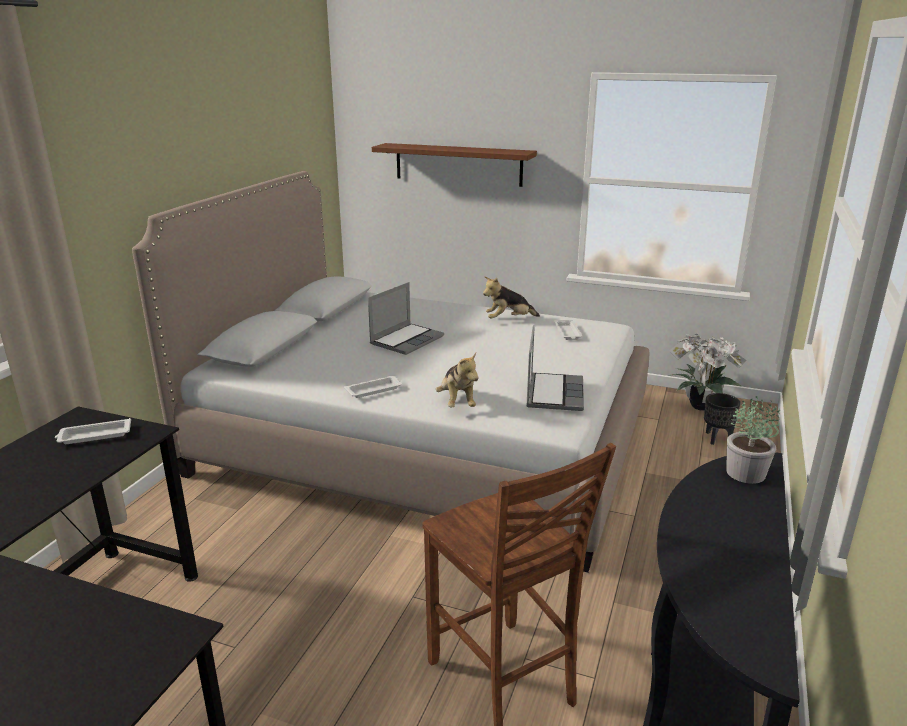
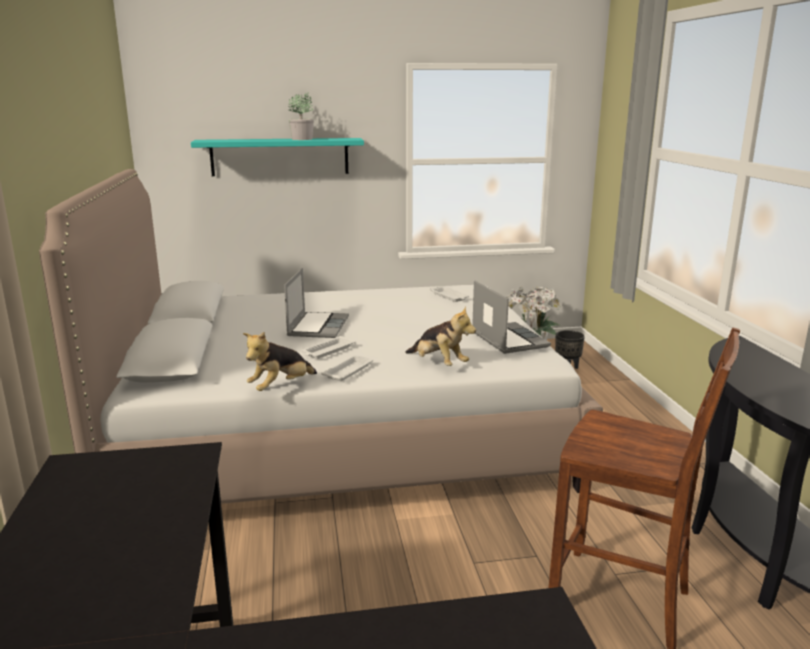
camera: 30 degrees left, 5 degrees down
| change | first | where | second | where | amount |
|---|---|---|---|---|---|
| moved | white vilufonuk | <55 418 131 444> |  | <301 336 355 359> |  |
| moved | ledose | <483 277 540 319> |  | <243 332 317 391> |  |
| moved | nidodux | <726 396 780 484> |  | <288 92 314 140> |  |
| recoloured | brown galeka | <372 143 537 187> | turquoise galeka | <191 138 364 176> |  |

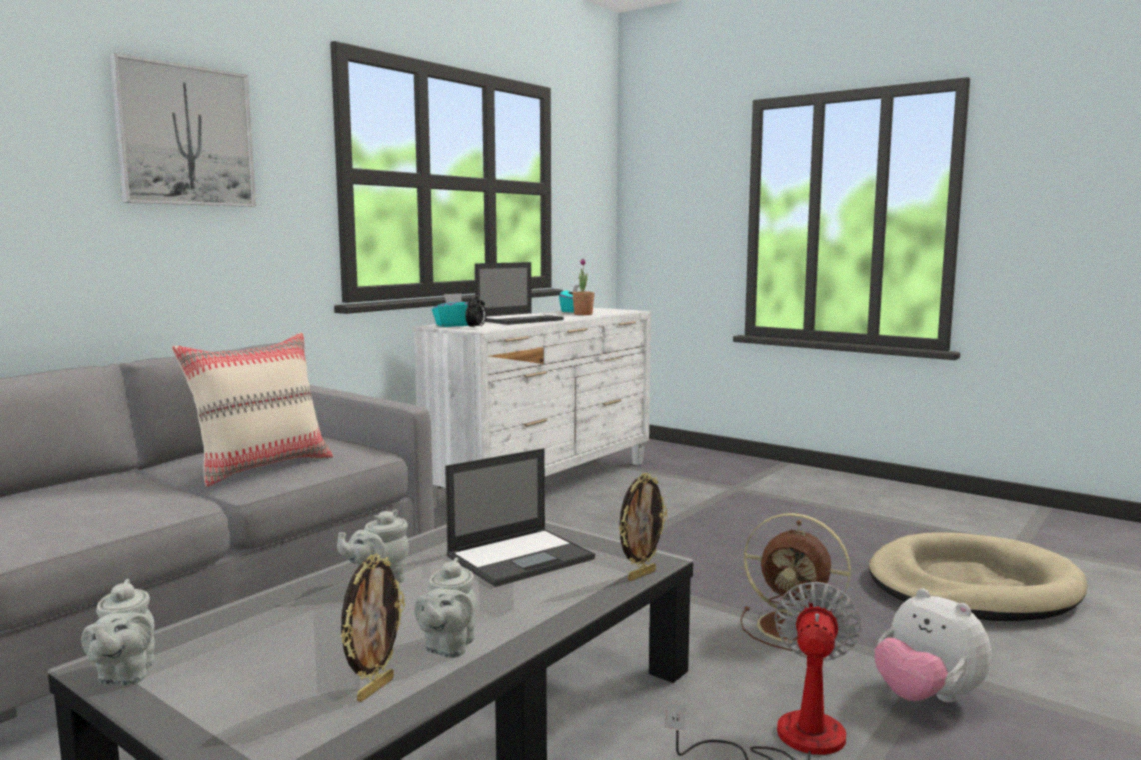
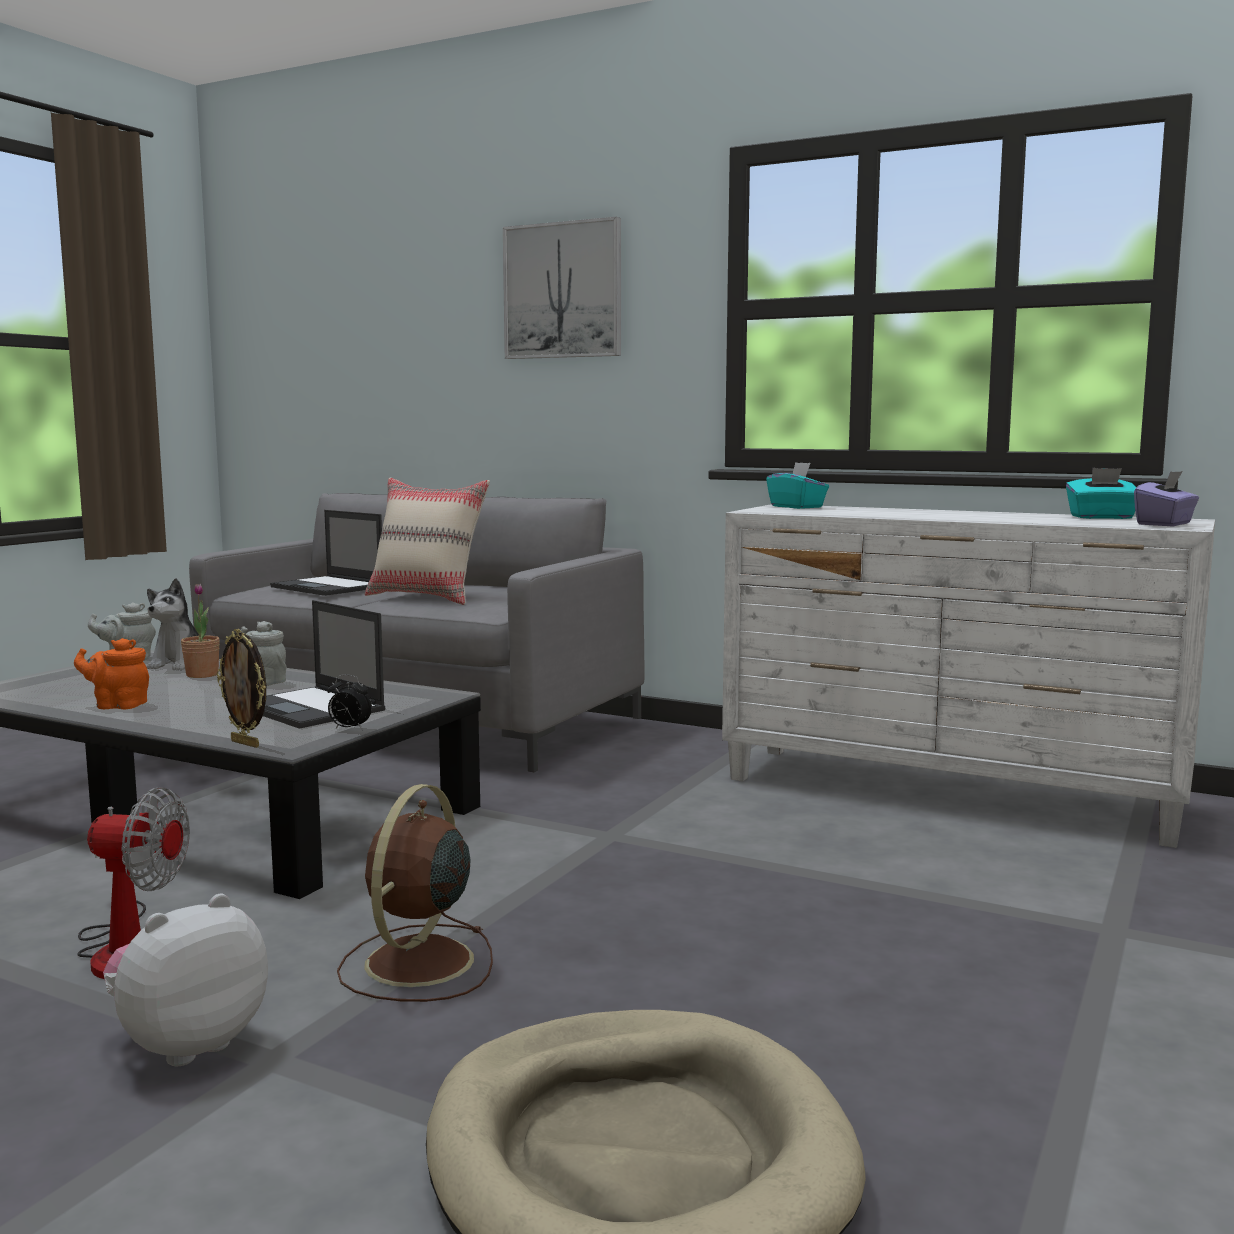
camera: 80 degrees right, 0 degrees up
| change | first | where | second | where | amount |
|---|---|---|---|---|---|
| removed | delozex | <341 554 405 702> |  |  |  |
| added |  |  | ledose | <147 578 207 671> |  |
| added |  |  | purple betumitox | <1134 471 1199 527> |  |
| moved | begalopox | <465 295 486 329> |  | <327 675 372 730> |  |
| moved | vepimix | <475 262 564 325> |  | <270 510 382 596> |  |
| moved | nidodux | <572 258 594 315> |  | <181 584 220 678> |  |
| recoloured | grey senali | <414 558 476 658> | orange senali | <74 638 149 709> |  |

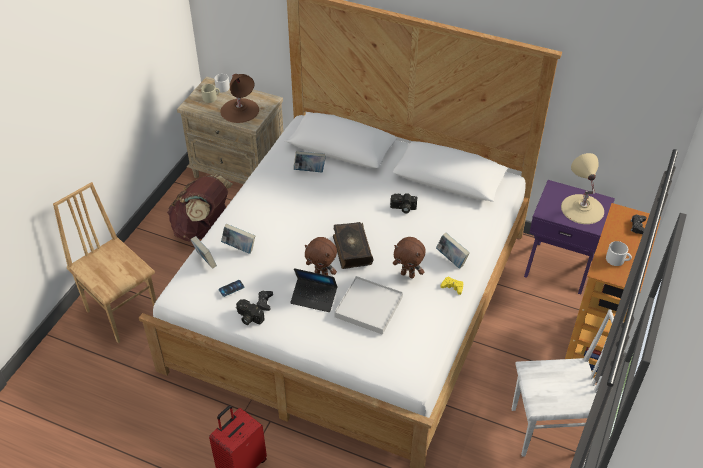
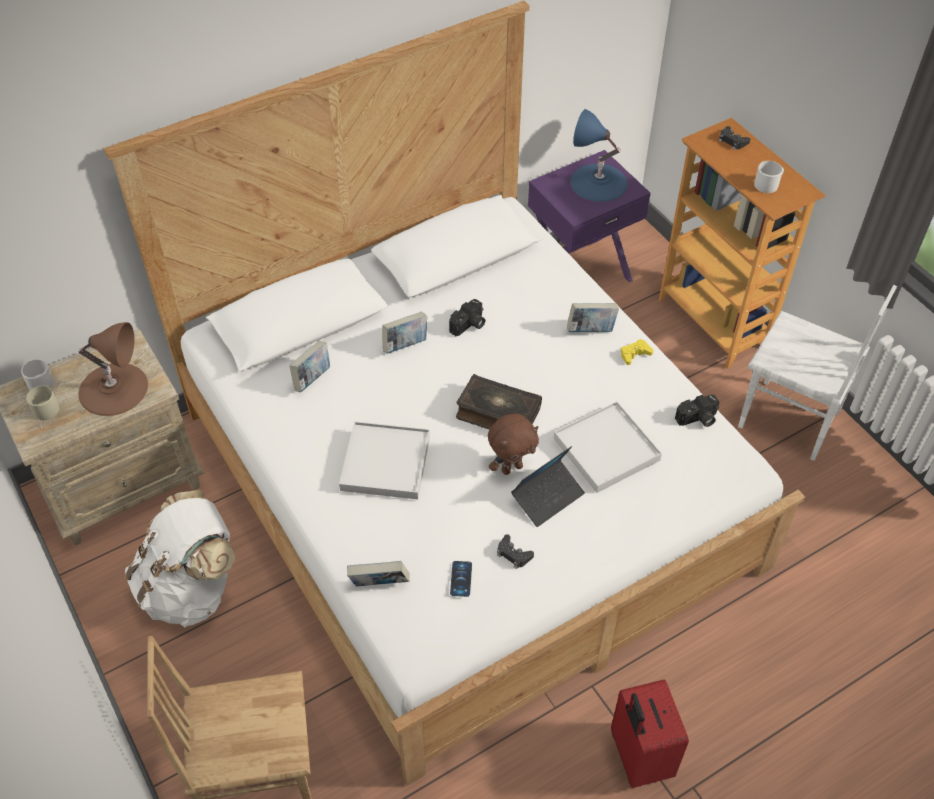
camera: 55 degrees left, 5 degrees up
| change | first | where | second | where | amount |
|---|---|---|---|---|---|
| removed | brown ledose | <393 237 426 278> |  |  |  |
| added |  |  | white vilufonuk | <339 421 430 499> |  |
| moved | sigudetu | <221 224 255 254> |  | <382 312 427 354> |  |
| moved | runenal | <236 299 265 325> |  | <675 395 719 427> |  |
| recoloured | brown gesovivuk | <167 174 232 242> | white gesovivuk | <125 490 235 627> |  |
| recoloured | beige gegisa | <561 153 604 224> | blue gegisa | <570 109 628 202> |  |
| turned | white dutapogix | <512 310 625 457> |  | <738 285 897 461> | 90 degrees clockwise |

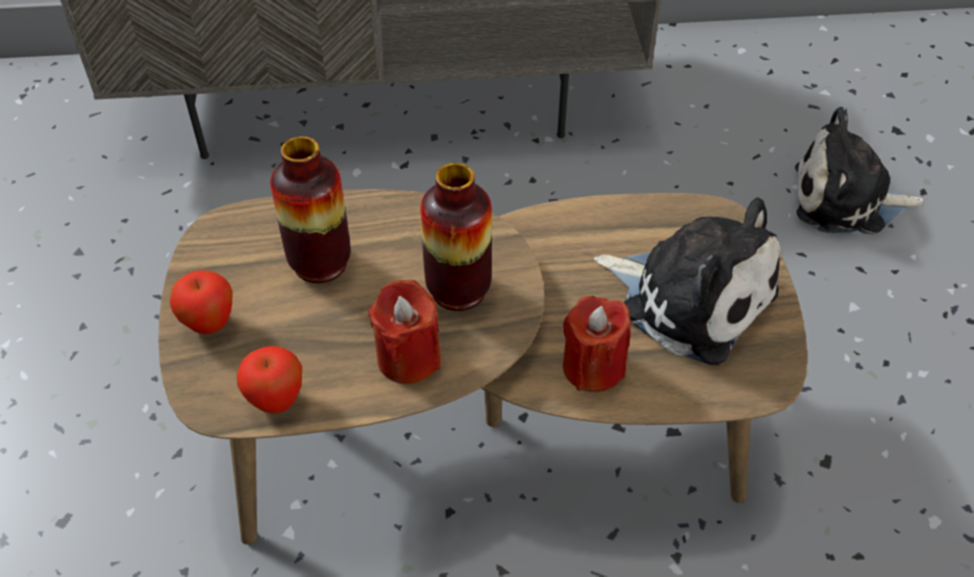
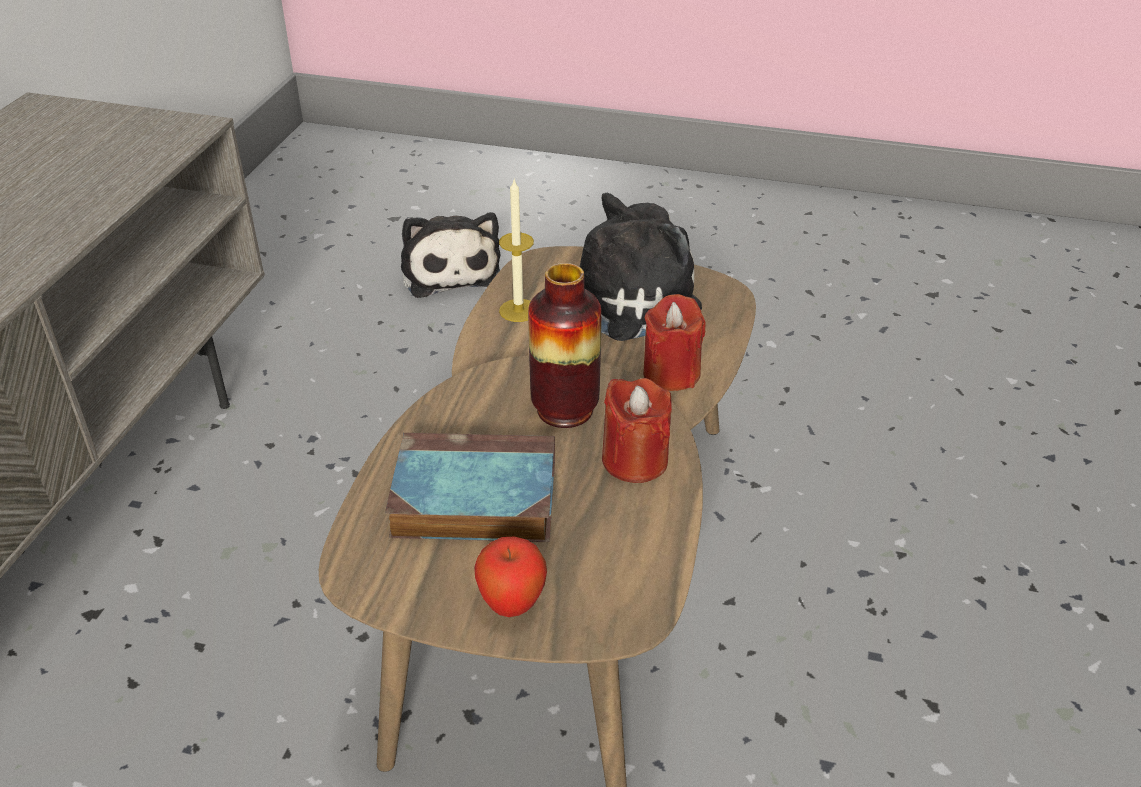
camera: 70 degrees left, 10 degrees down
| change | first | where | second | where | amount |
|---|---|---|---|---|---|
| removed | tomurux | <237 346 302 413> |  |  |  |
| added |  |  | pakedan | <499 180 534 322> |  |
| replaced | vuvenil | <270 136 351 283> | sigudetu | <385 433 555 542> |  |
| turned | ledose | <795 107 923 234> |  | <401 212 500 298> | 45 degrees counterclockwise |

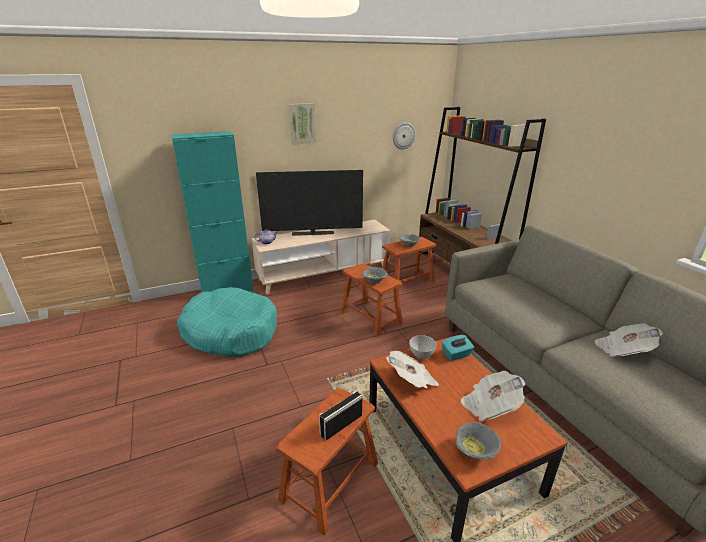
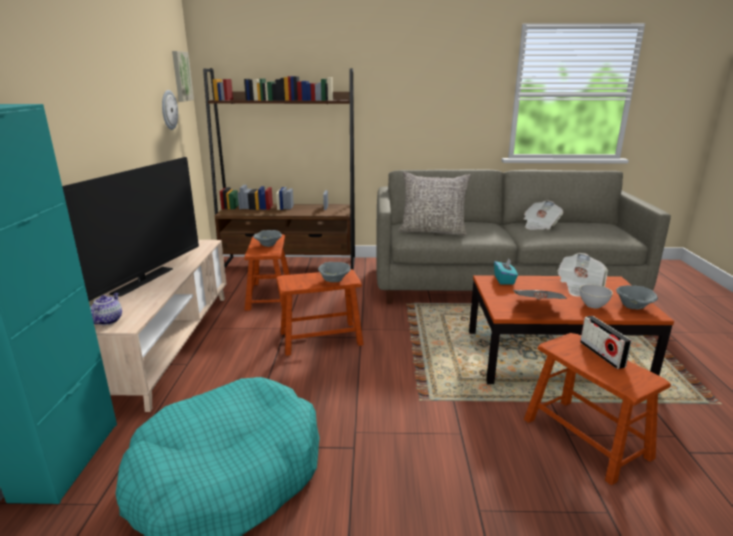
camera: 65 degrees left, 5 degrees down
| change | first | where | second | where | amount |
|---|---|---|---|---|---|
| added |  |  | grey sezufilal | <398 172 471 236> |  |
| moved | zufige | <289 103 316 145> |  | <172 51 194 102> |  |
| moved | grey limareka | <409 335 437 359> |  | <580 284 613 309> |  |

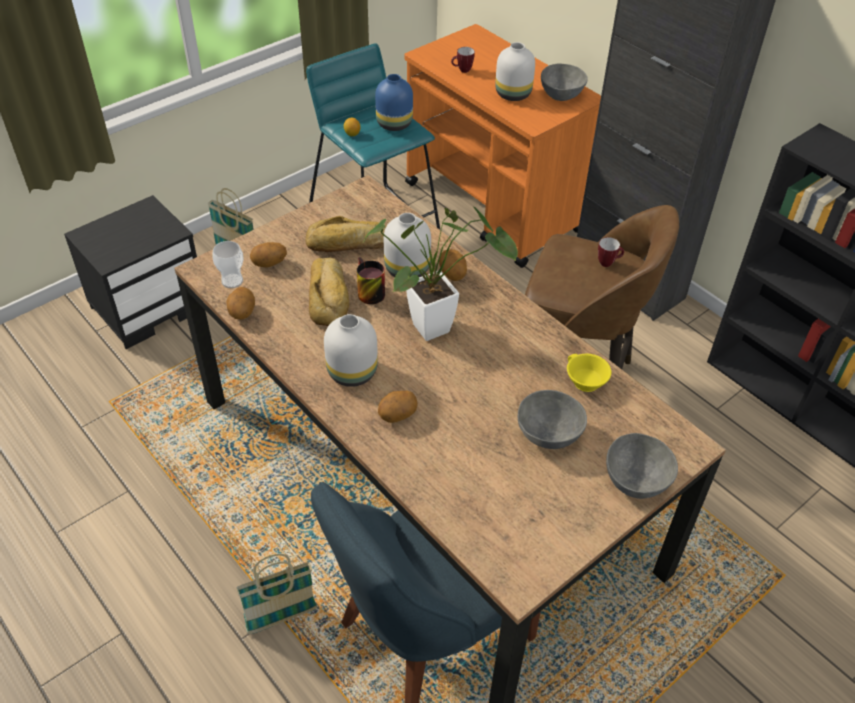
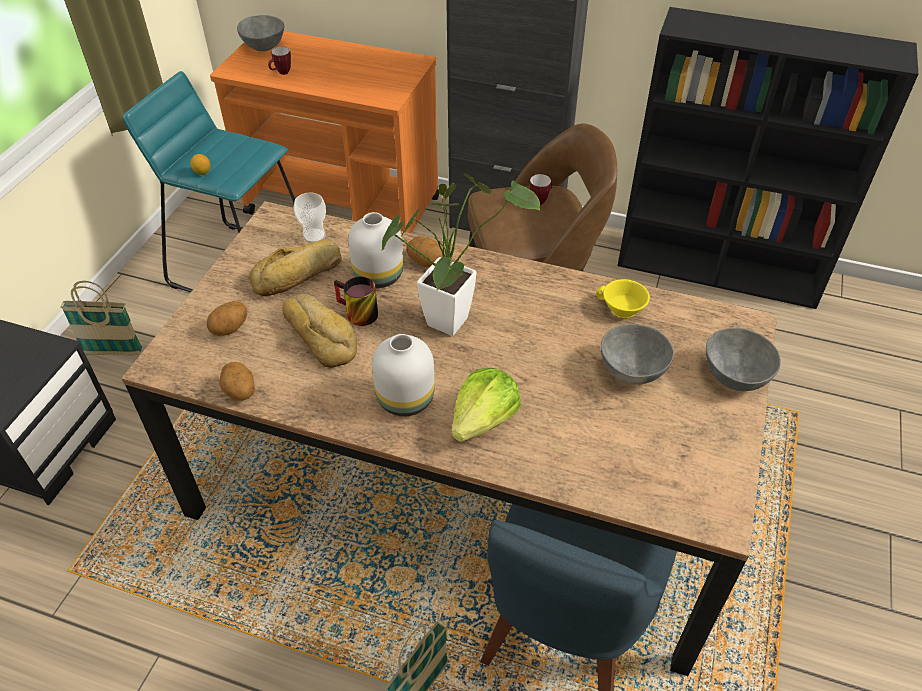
camera: 30 degrees left, 0 degrees up
| change | first | where | second | where | amount |
|---|---|---|---|---|---|
| removed | blue vuvenil | <375 74 413 131> |  |  |  |
| removed | white vuvenil | <495 42 535 101> |  |  |  |
| moved | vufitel | <212 241 244 288> |  | <294 193 326 243> |  |
| moved | grey limareka | <541 63 588 101> |  | <237 15 284 51> |  |
| replaced | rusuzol | <378 391 418 423> | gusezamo | <451 368 521 442> |  |

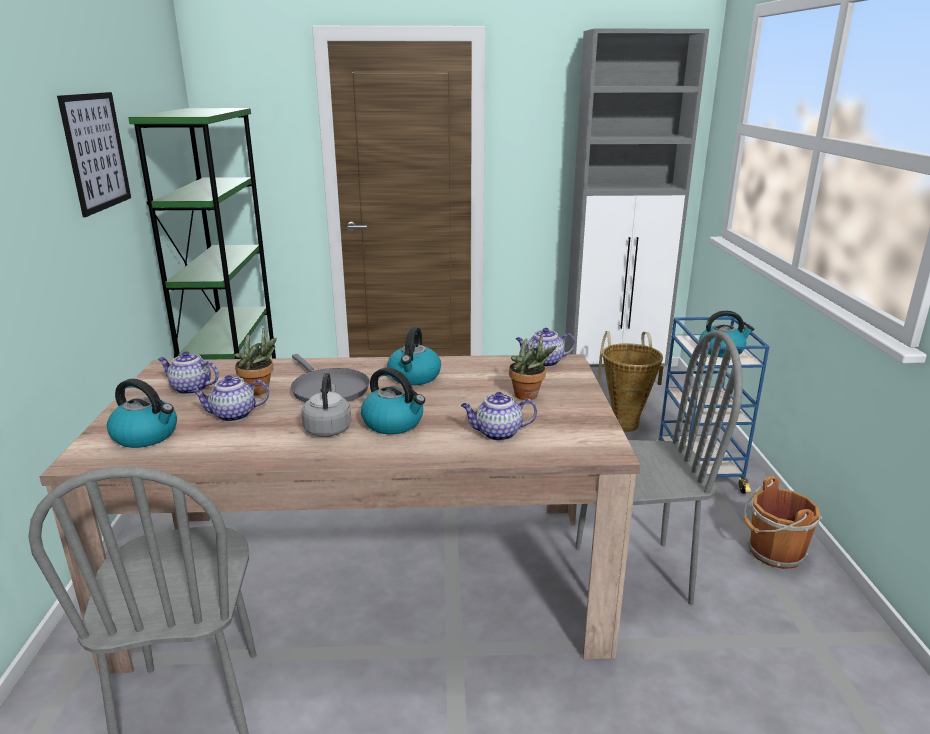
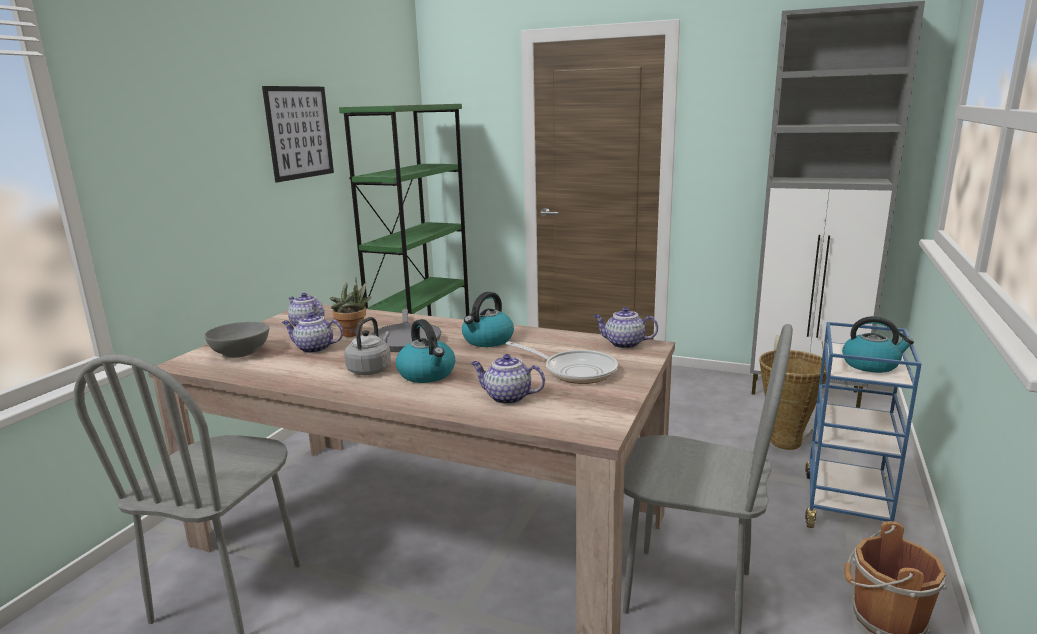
camera: 25 degrees right, 5 degrees down
| change | first | where | second | where | amount |
|---|---|---|---|---|---|
| replaced | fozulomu | <107 379 177 448> | grey limareka | <204 322 269 358> |  |
| replaced | nidodux | <509 333 557 400> | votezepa | <506 341 618 384> |  |

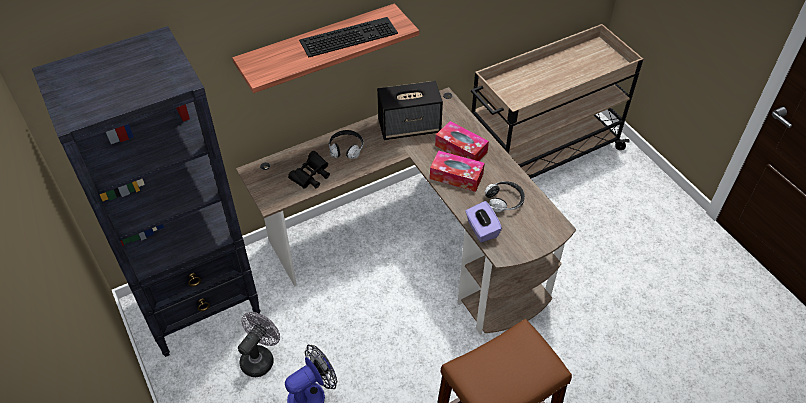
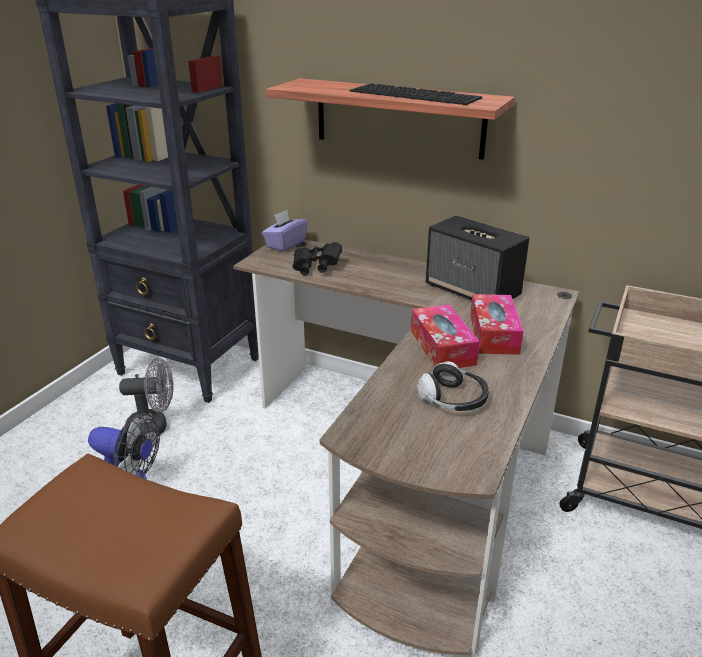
camera: 55 degrees right, 20 degrees down
| change | first | where | second | where | amount |
|---|---|---|---|---|---|
| removed | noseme | <329 130 364 159> |  |  |  |
| moved | purple betumitox | <465 201 502 242> |  | <262 210 308 252> |  |

